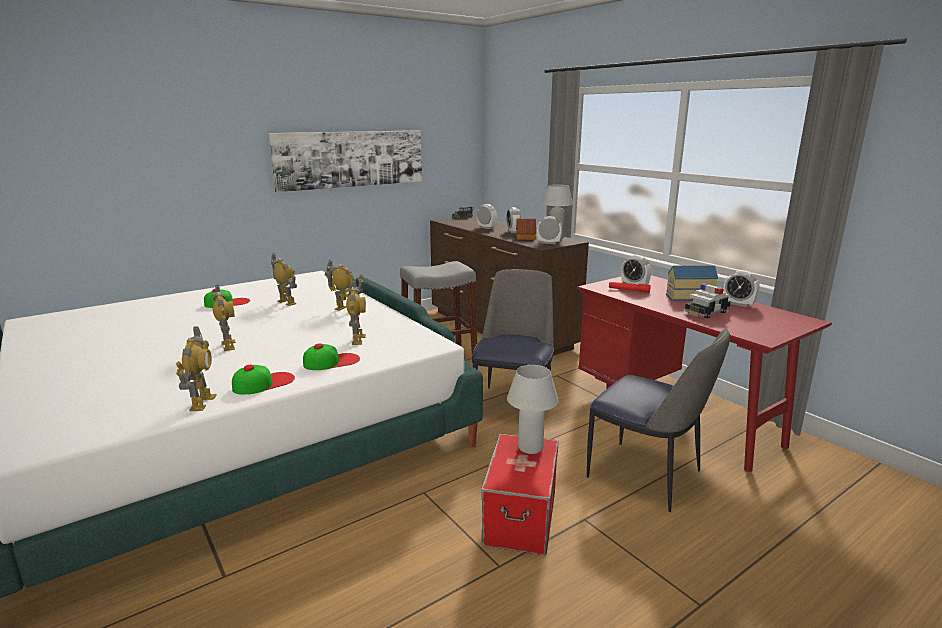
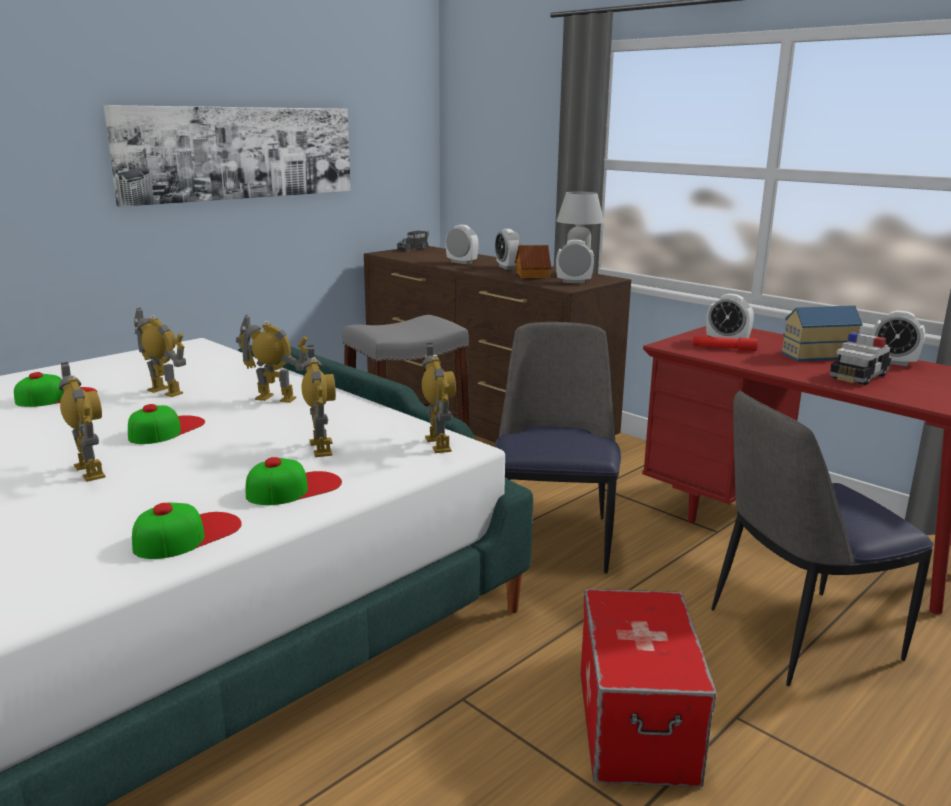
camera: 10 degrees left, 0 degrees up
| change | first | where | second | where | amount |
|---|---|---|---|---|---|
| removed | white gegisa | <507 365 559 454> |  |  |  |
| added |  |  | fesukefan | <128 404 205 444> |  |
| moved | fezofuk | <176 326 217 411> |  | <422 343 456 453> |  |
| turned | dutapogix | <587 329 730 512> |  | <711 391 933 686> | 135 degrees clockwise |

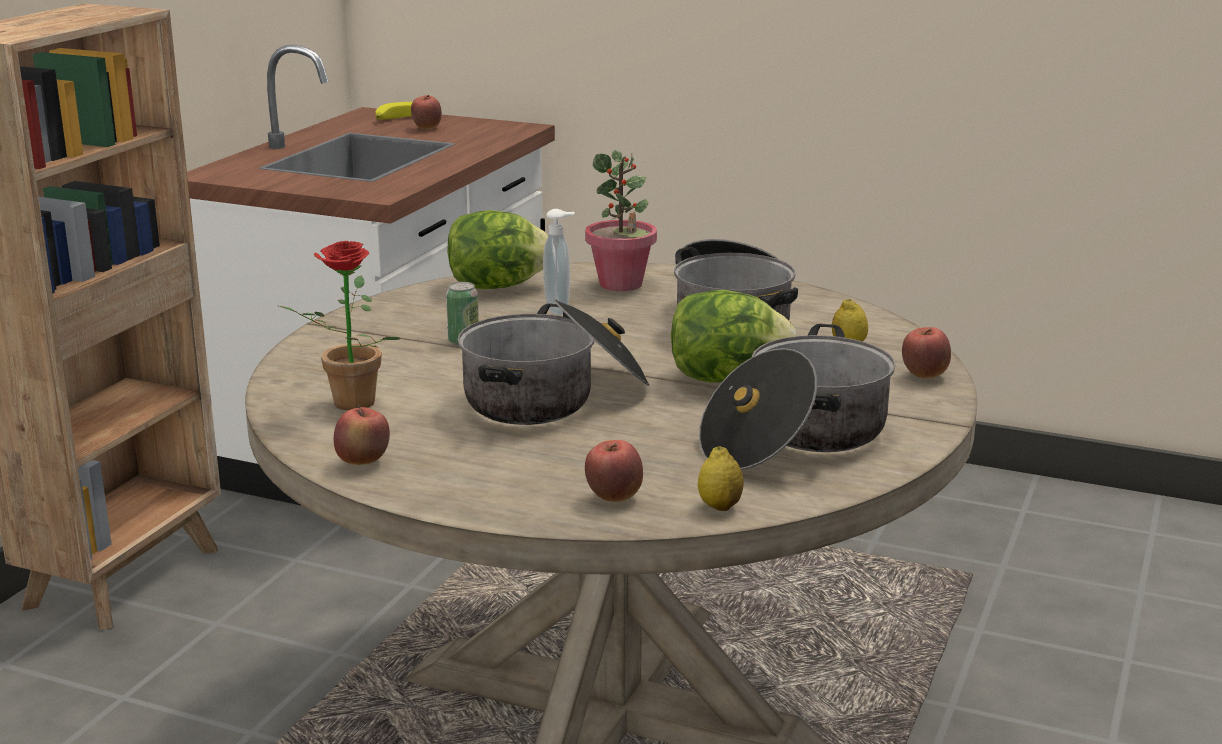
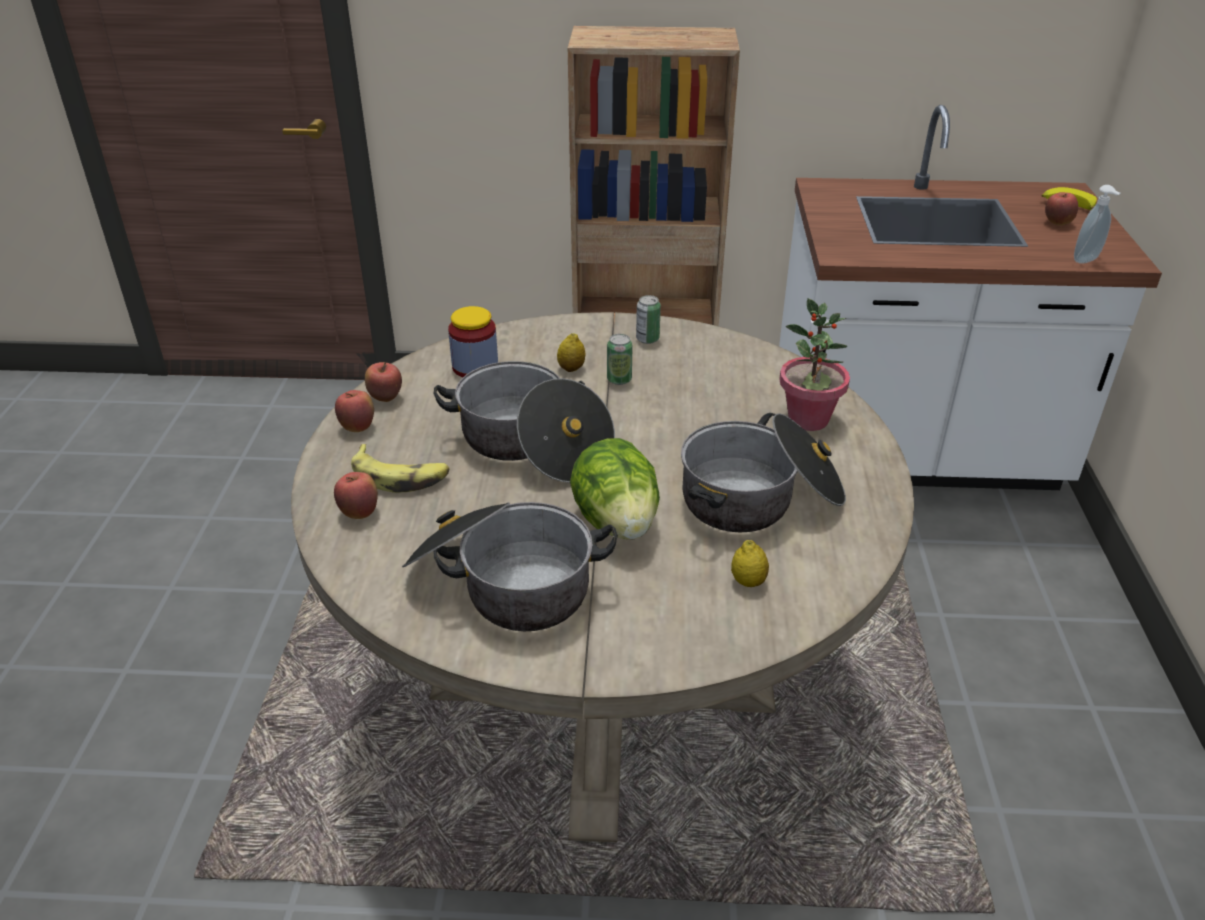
camera: 70 degrees right, 15 degrees up
| change | first | where | second | where | amount |
|---|---|---|---|---|---|
| removed | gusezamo | <447 210 548 289> |  |  |  |
| added |  |  | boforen | <351 444 449 493> |  |
| added |  |  | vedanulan | <636 295 661 344> |  |
| moved | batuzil | <543 209 575 315> |  | <1074 185 1121 264> |  |
| moved | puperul | <698 446 744 511> |  | <557 333 585 372> |  |
| moved | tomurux | <902 327 951 379> |  | <335 390 374 432> |  |
| replaced | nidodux | <279 241 400 410> | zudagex | <448 306 498 377> |  |

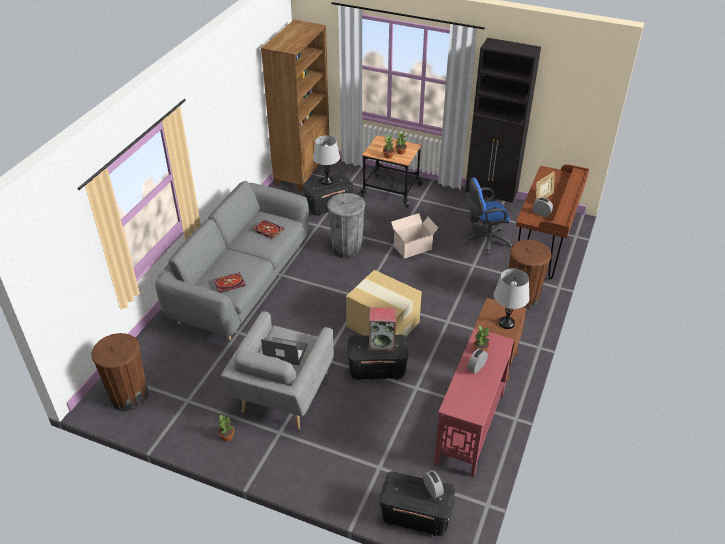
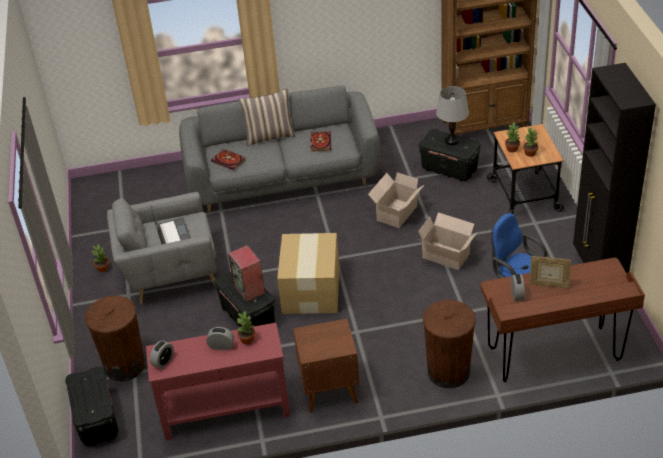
camera: 60 degrees right, 0 degrees up
| change | first | where | second | where | amount |
|---|---|---|---|---|---|
| removed | grey gegisa | <494 268 530 329> |  |  |  |
| added |  |  | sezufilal | <238 88 295 146> |  |
| moved | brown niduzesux | <91 333 149 411> |  | <85 296 145 382> |  |
| moved | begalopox | <423 470 444 498> |  | <150 340 174 369> |  |
| replaced | grey niduzesux | <327 193 365 259> | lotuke | <368 172 424 228> |  |

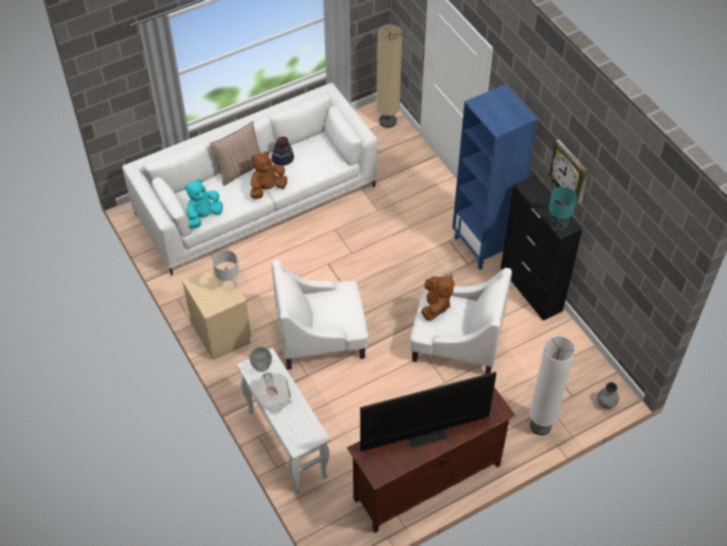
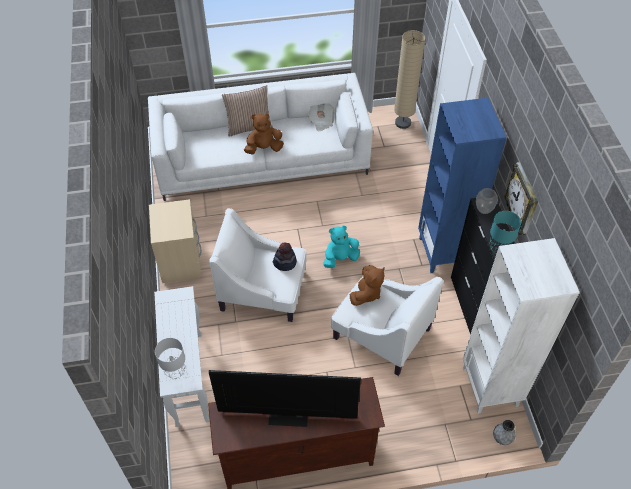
camera: 20 degrees right, 0 degrees up
| change | first | where | second | where | amount |
|---|---|---|---|---|---|
| removed | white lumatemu | <529 336 575 435> |  |  |  |
| added |  |  | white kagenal | <463 238 580 413> |  |
| moved | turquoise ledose | <184 179 223 229> |  | <323 226 360 268> |  |
| moved | grey gegisa | <212 250 239 291> |  | <155 338 186 379> |  |
| moved | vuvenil | <250 346 272 372> |  | <476 188 498 214> |  |
| moved | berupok | <255 372 292 415> |  | <308 104 335 131> |  |
| moved | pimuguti | <271 136 294 166> |  | <273 243 297 271> |  |

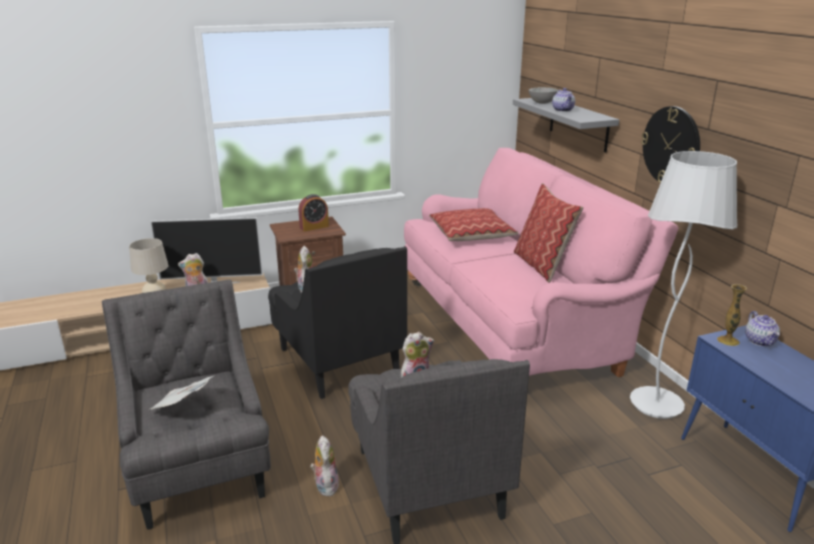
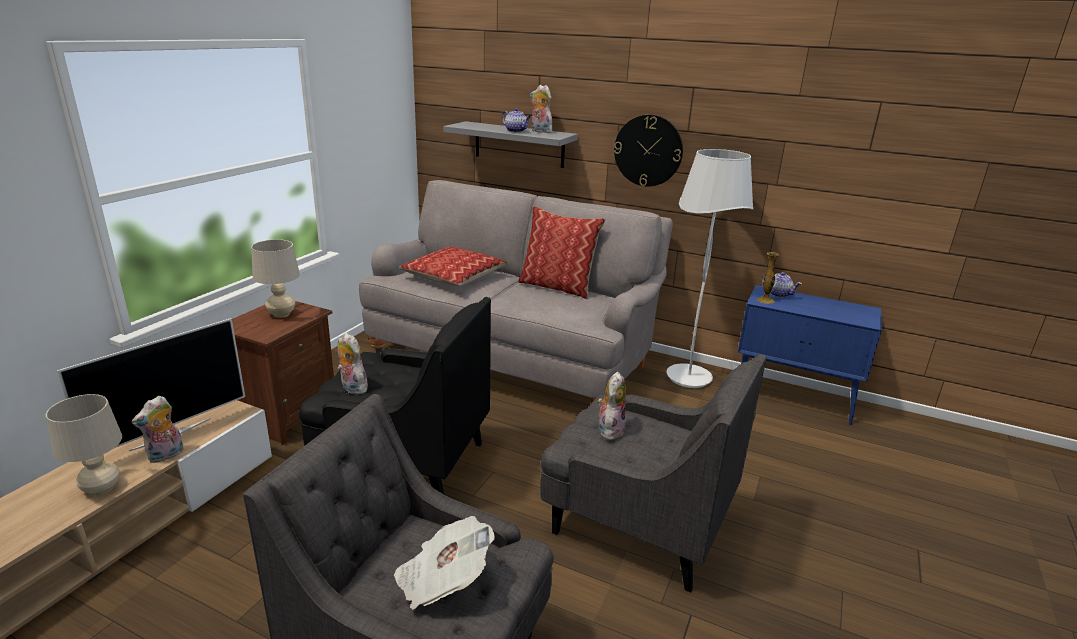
camera: 45 degrees left, 0 degrees up
| change | first | where | second | where | amount |
|---|---|---|---|---|---|
| removed | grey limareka | <529 87 558 104> |  |  |  |
| moved | ledose | <310 436 340 497> |  | <530 85 552 133> |  |
| replaced | begalopox | <299 194 329 231> | beige gegisa | <251 239 300 318> |  |
| recoloured | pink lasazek | <404 148 678 377> | grey lasazek | <359 180 673 403> |  |

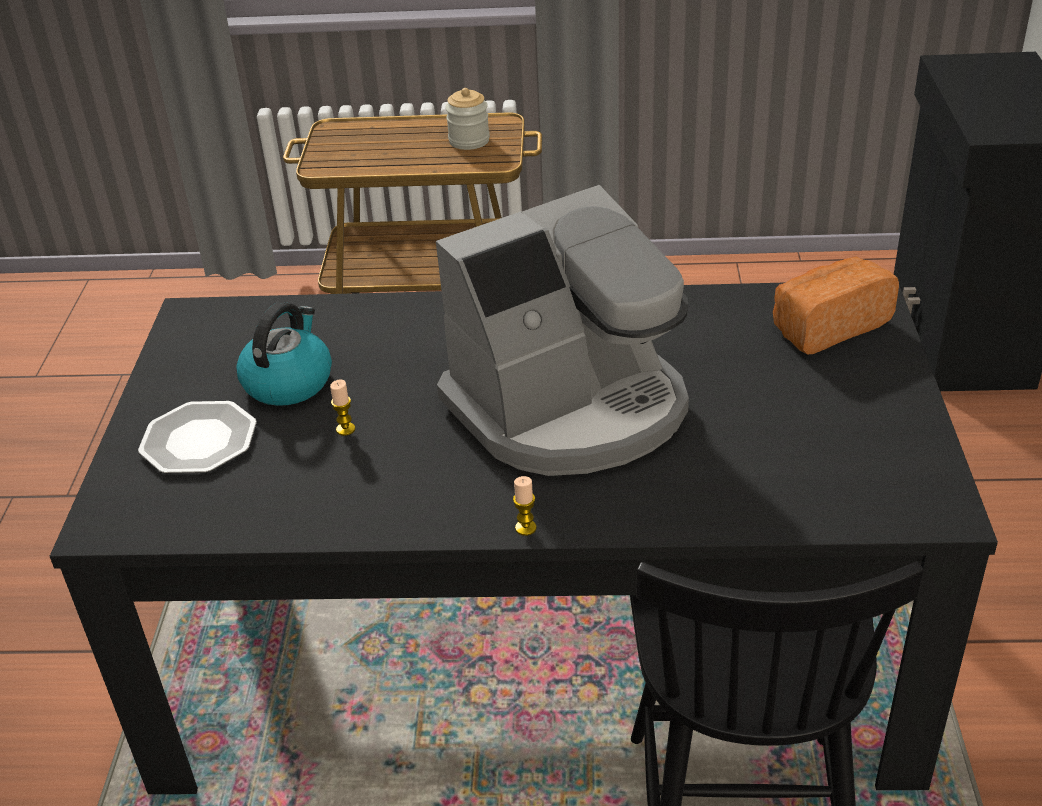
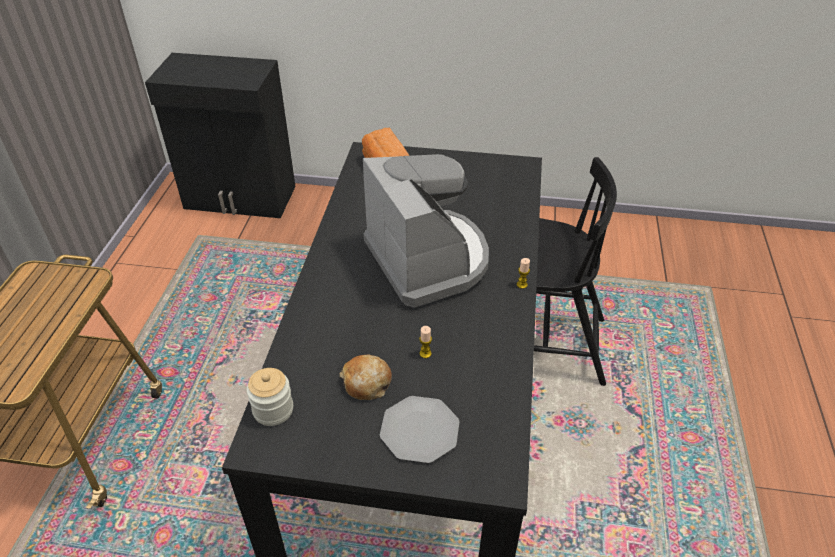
camera: 85 degrees left, 5 degrees up
| change | first | where | second | where | amount |
|---|---|---|---|---|---|
| moved | zudagex | <445 88 490 150> |  | <247 368 293 426> |  |
| replaced | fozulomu | <236 302 332 406> | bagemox | <340 355 392 400> |  |

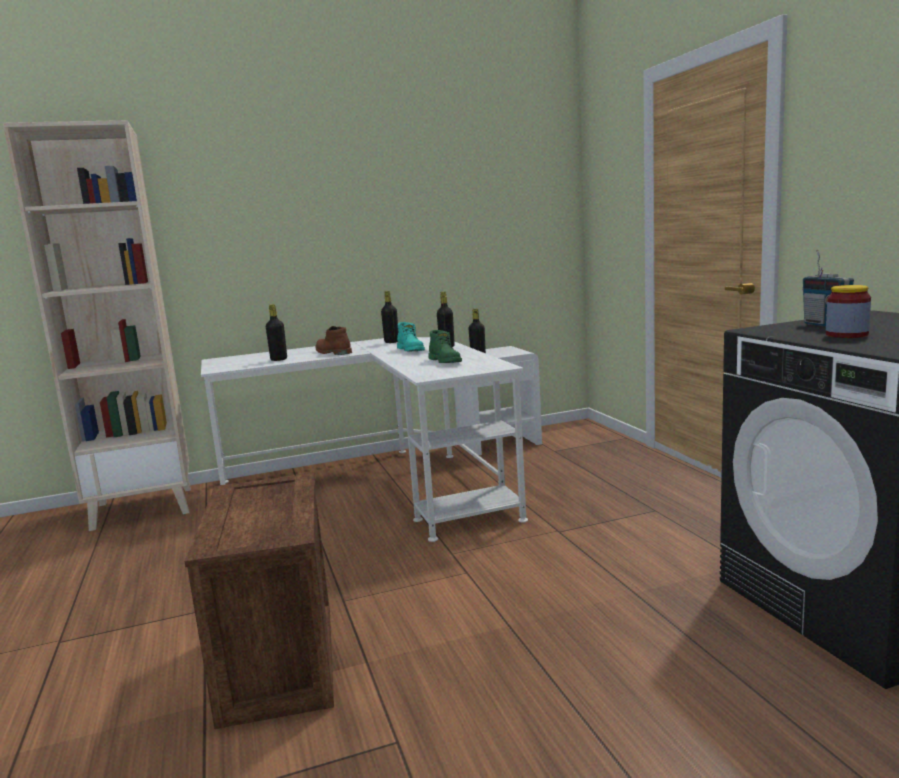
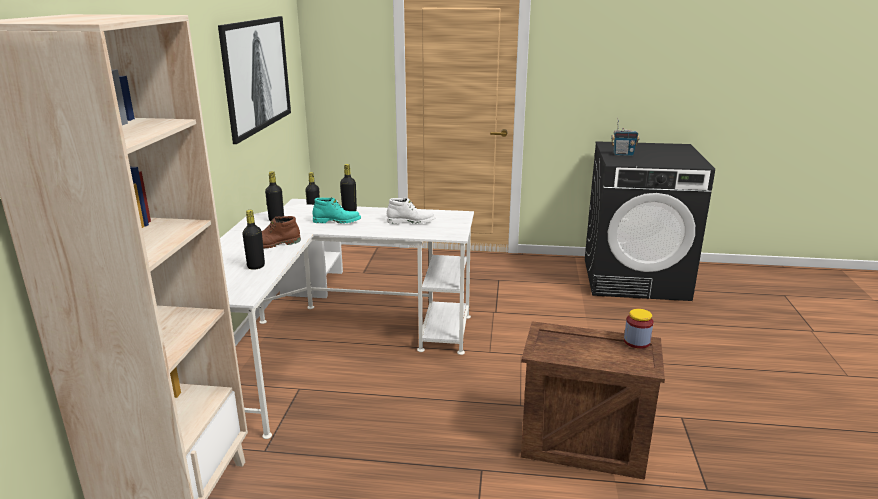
camera: 65 degrees left, 10 degrees up
| change | first | where | second | where | amount |
|---|---|---|---|---|---|
| added |  |  | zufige | <218 16 291 144> |  |
| moved | zudagex | <826 285 871 338> |  | <624 309 653 349> |  |
| recoloured | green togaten | <428 330 462 363> | white togaten | <387 198 435 224> |  |

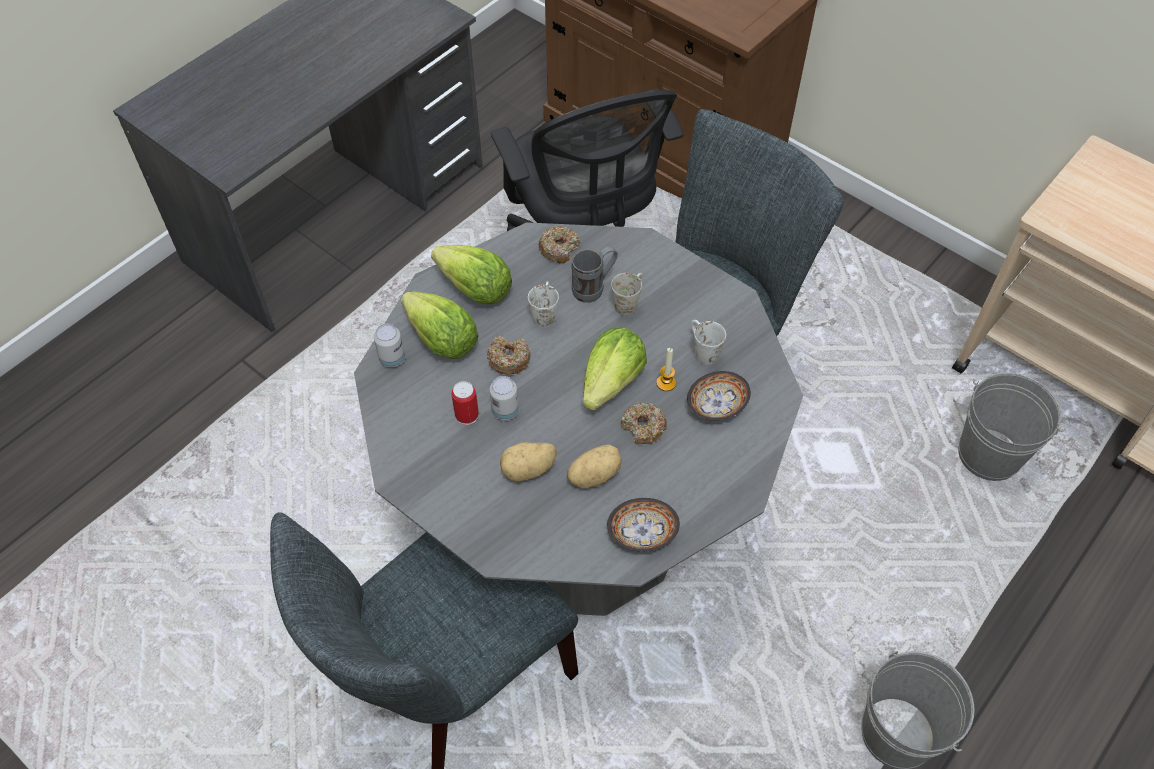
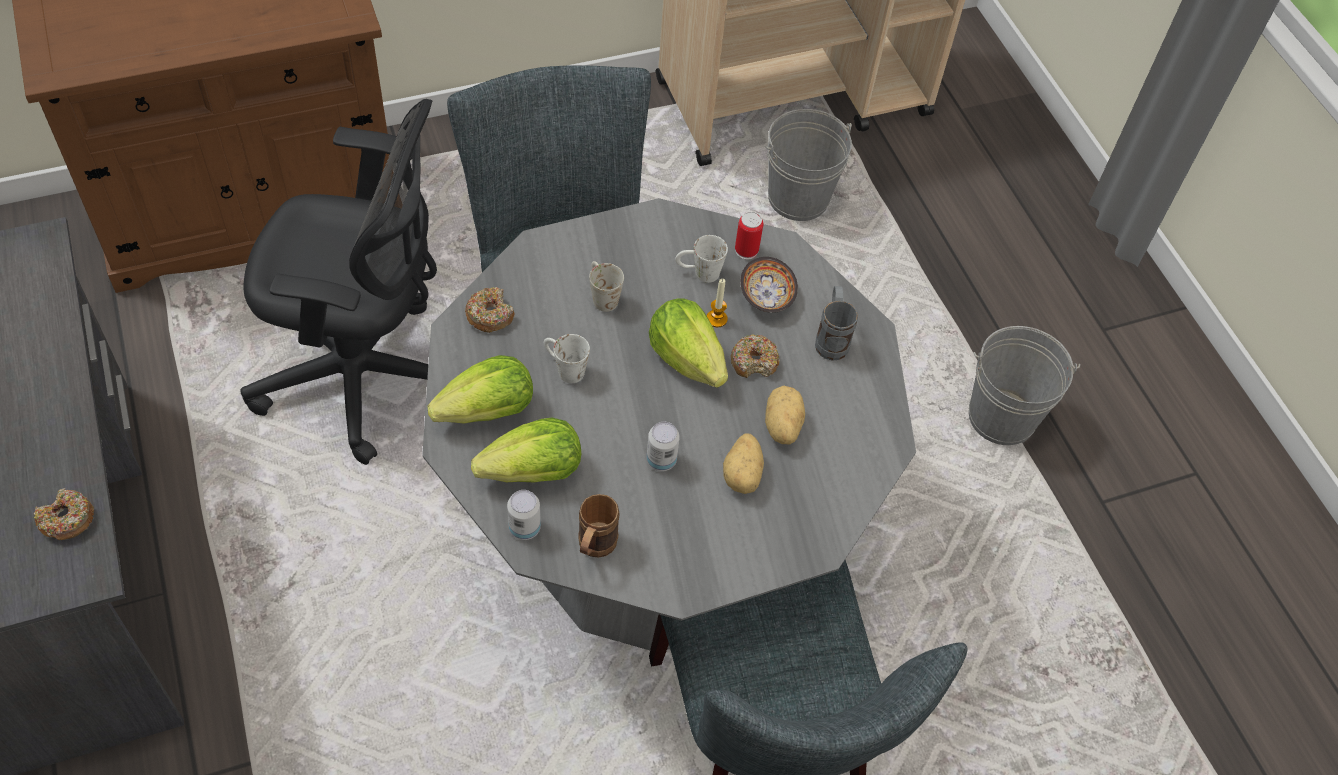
camera: 65 degrees left, 0 degrees up
| change | first | where | second | where | amount |
|---|---|---|---|---|---|
| removed | limareka | <607 498 680 552> |  |  |  |
| added |  |  | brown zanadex | <578 494 620 558> |  |
| moved | vedanulan | <452 381 479 425> |  | <735 212 763 260> |  |
| moved | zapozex | <487 335 531 375> |  | <34 488 94 540> |  |
| moved | grey zanadex | <571 247 618 303> |  | <815 286 858 361> |  |

